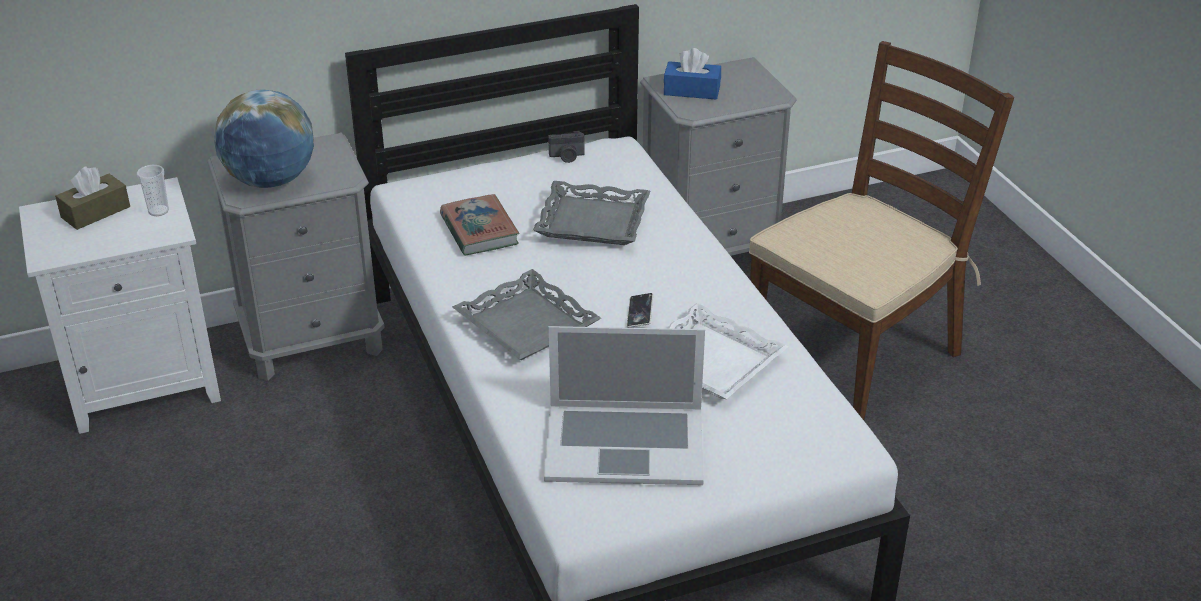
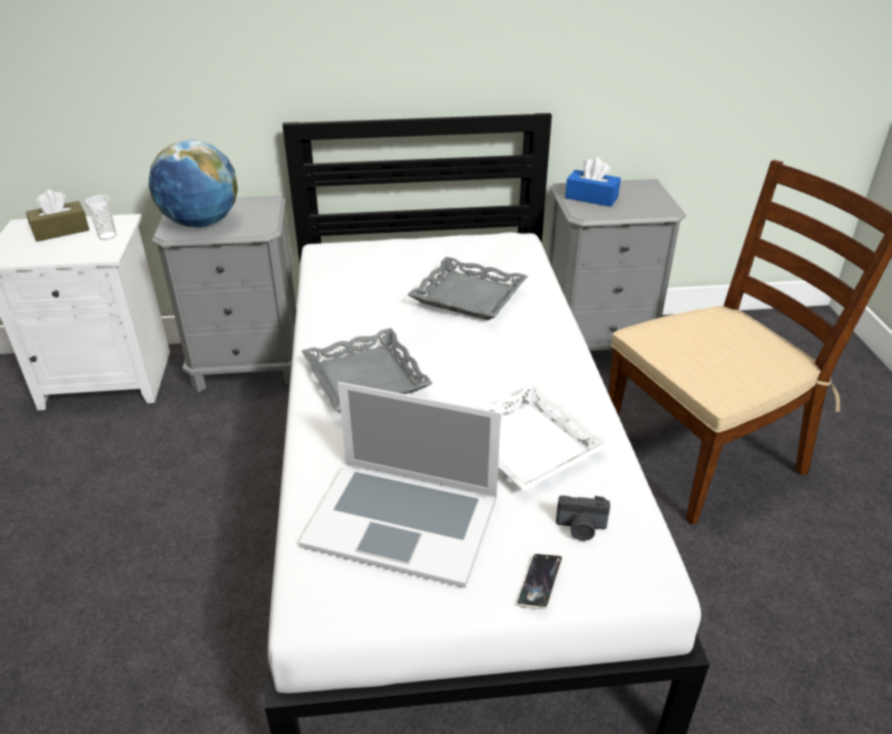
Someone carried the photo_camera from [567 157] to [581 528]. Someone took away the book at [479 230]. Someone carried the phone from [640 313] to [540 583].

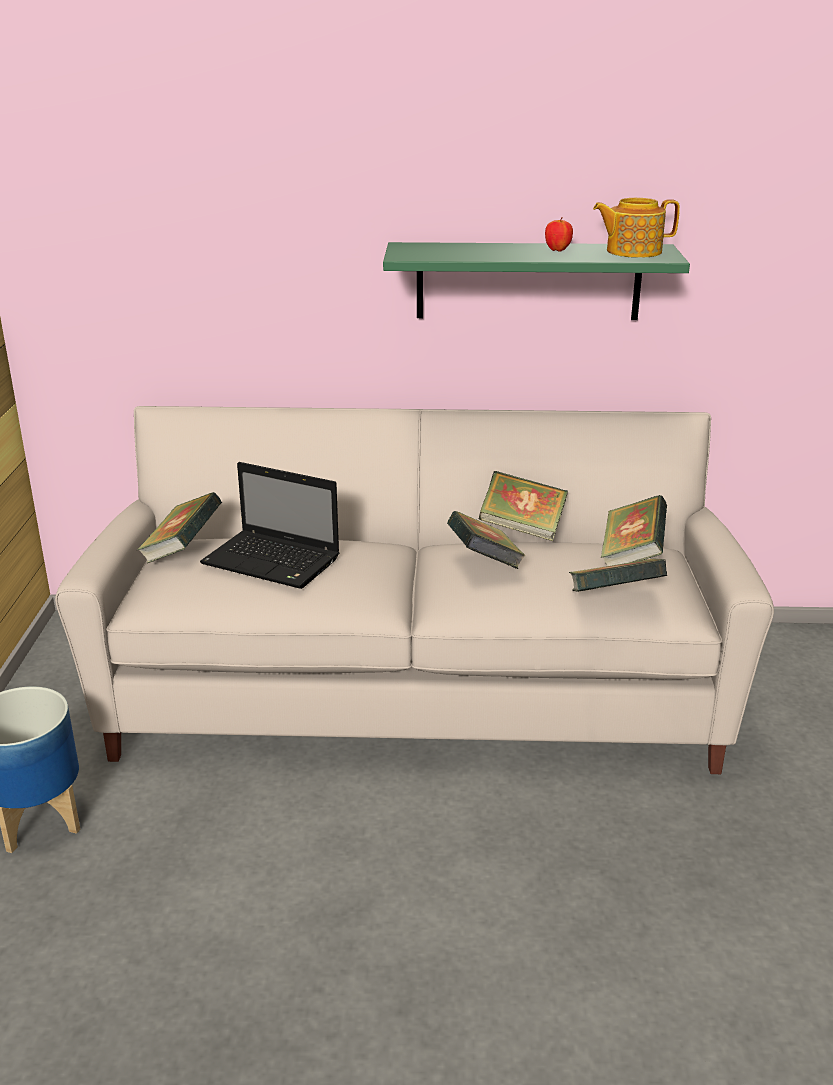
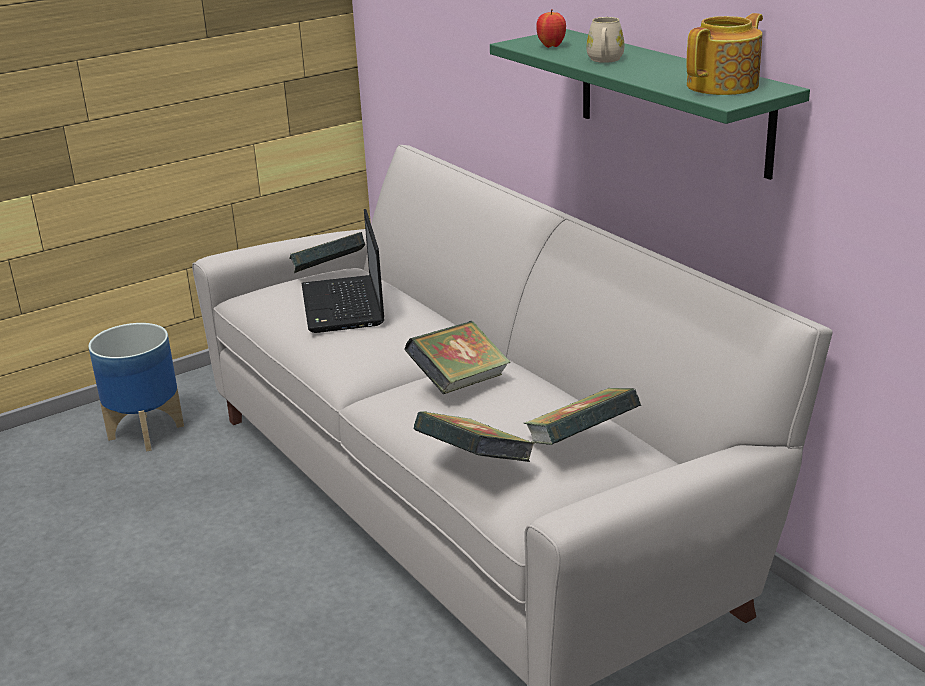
Someone rotated the teapot at [632 251] by 90 degrees clockwise. Someone carried the apple from [557 250] to [551 46]. Someone took away the book at [522 528]. Someone put down the beige_mug at [604 60].

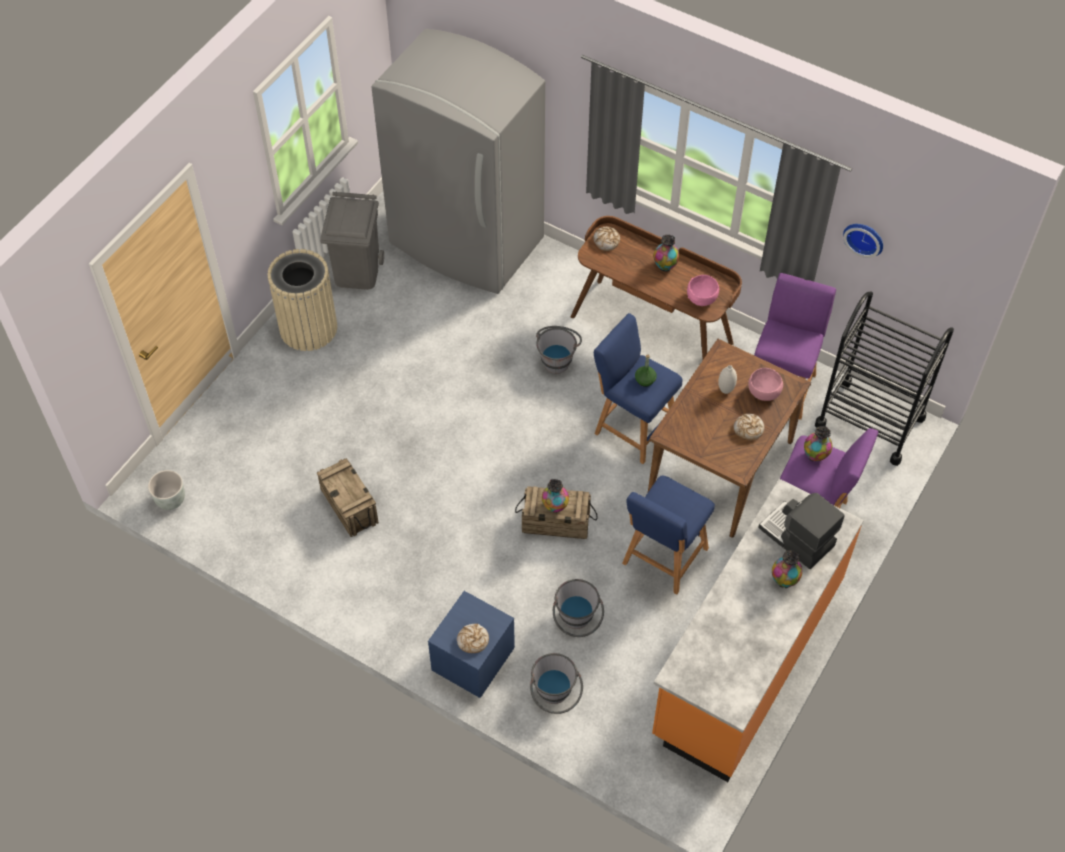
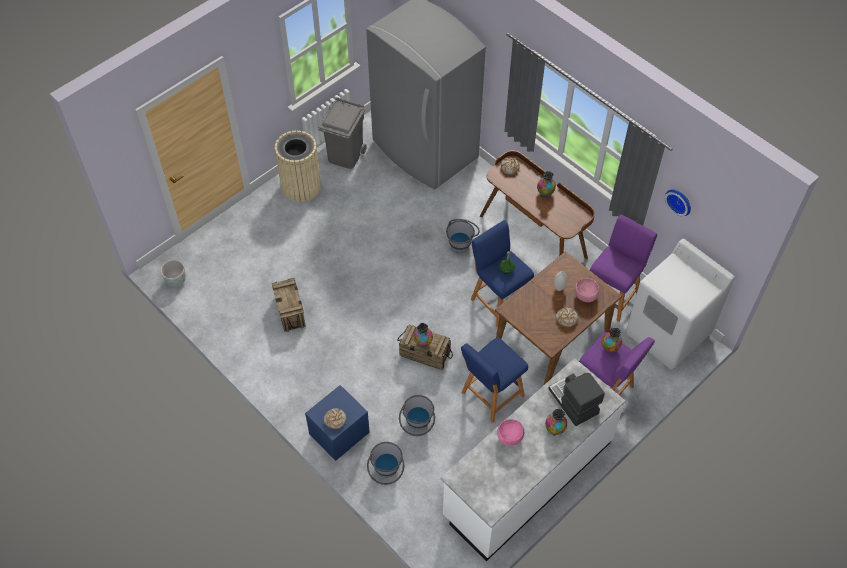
Someone carried the pink_bowl from [702 298] to [510 437]. Someone swapped the black_cart at [870 421] for the white_washing_machine at [668 334]. Someone repainted the orange_counter at [746 658], which became the white_counter at [527 478].

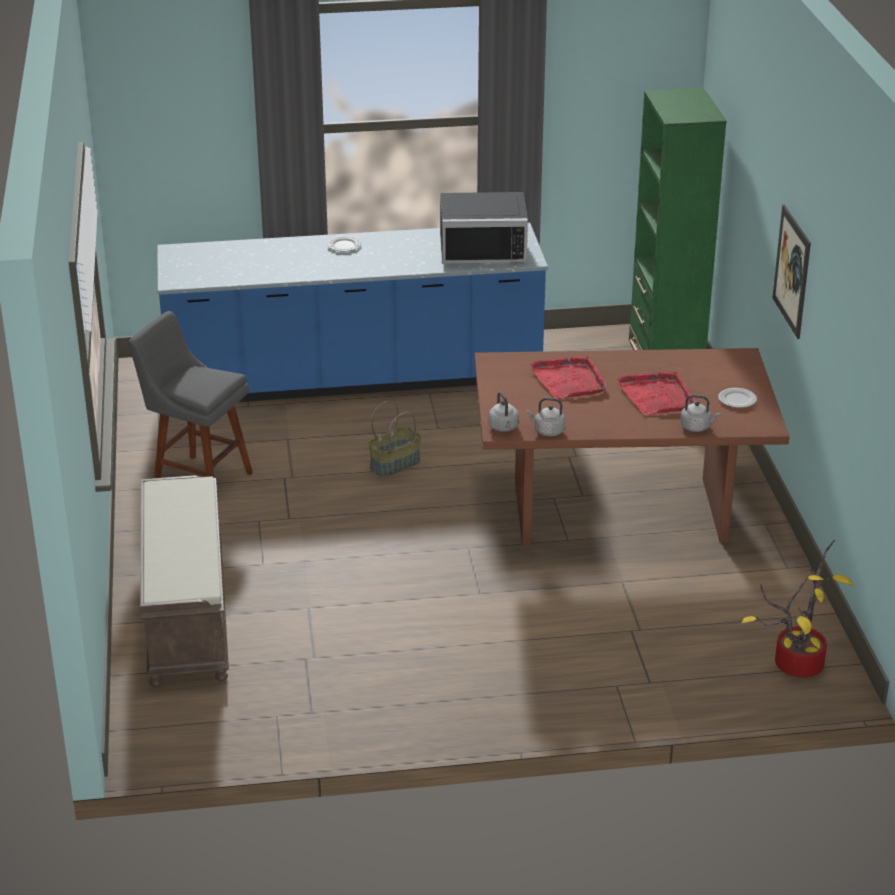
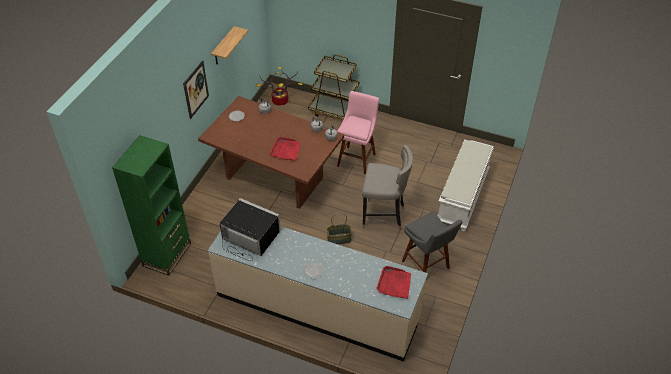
Someone repainted the blue_counter at [354 379], which became the beige_counter at [317 307]. Someone carried the red_tray from [657 396] to [394 284]. Someone repainted the brown_bench at [185 614], which became the white_bench at [463 197]. Someone put up the shelf at [223 47]. Someone put down the brown_cart at [335 111]. Someone put down the pink_stool at [357 158]. Someone put down the grey_stool at [383 217].

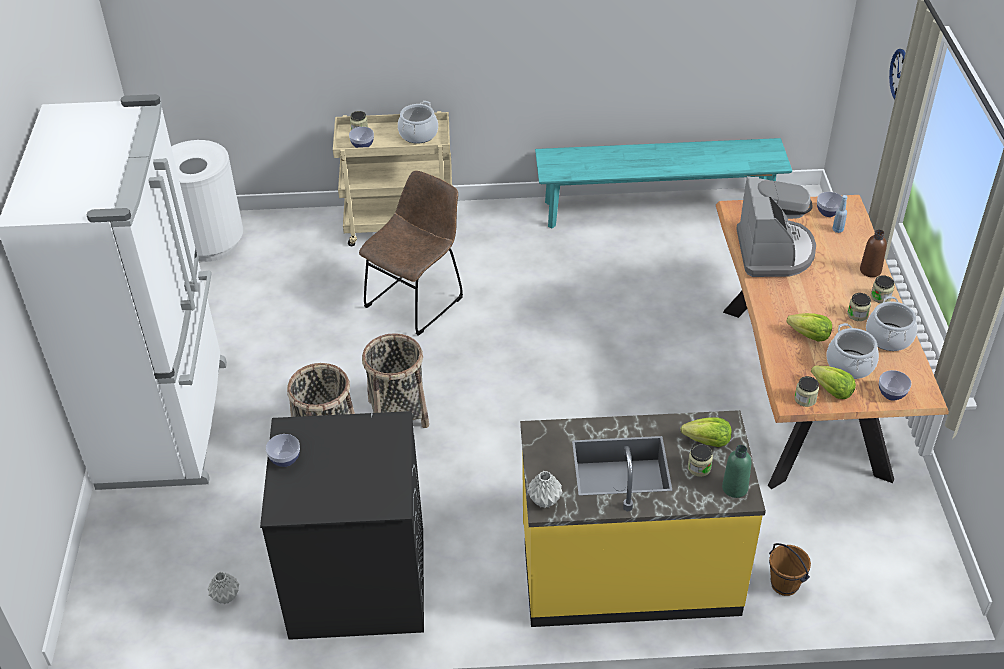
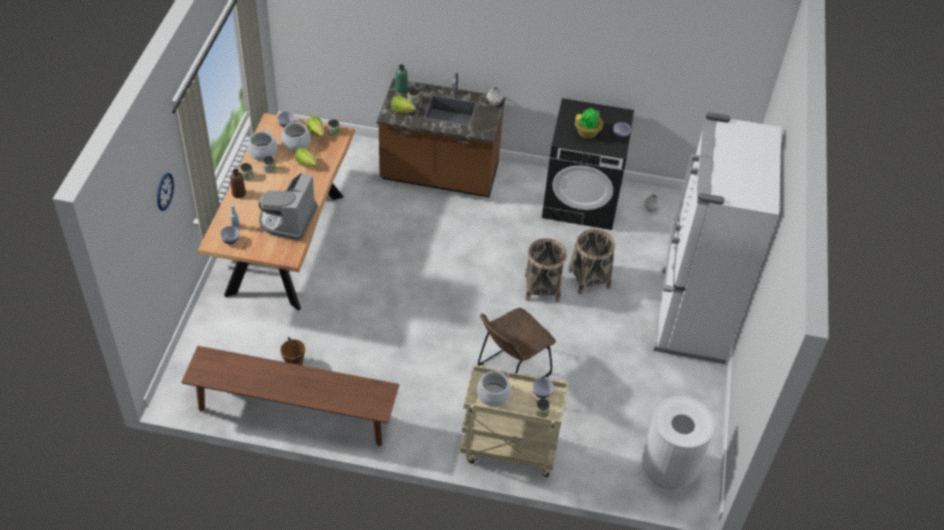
Someone repainted the turquoise_bench at [657 209], which became the brown_bench at [294 413]. Someone repainted the yellow_counter at [629 571], which became the brown_counter at [439 175]. Someone carried the brown_bucket from [785 584] to [294 363]. Someone put down the potted_plant at [586 133].

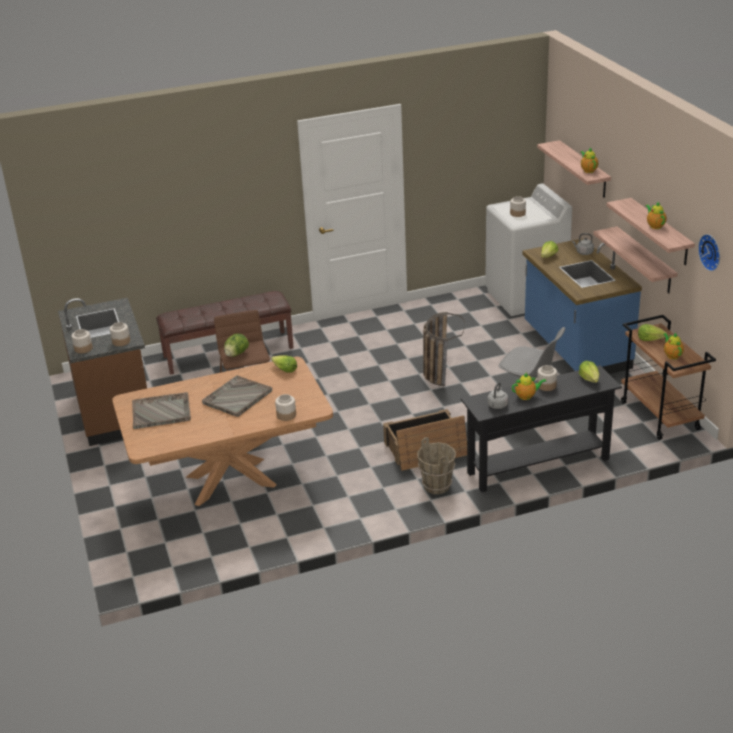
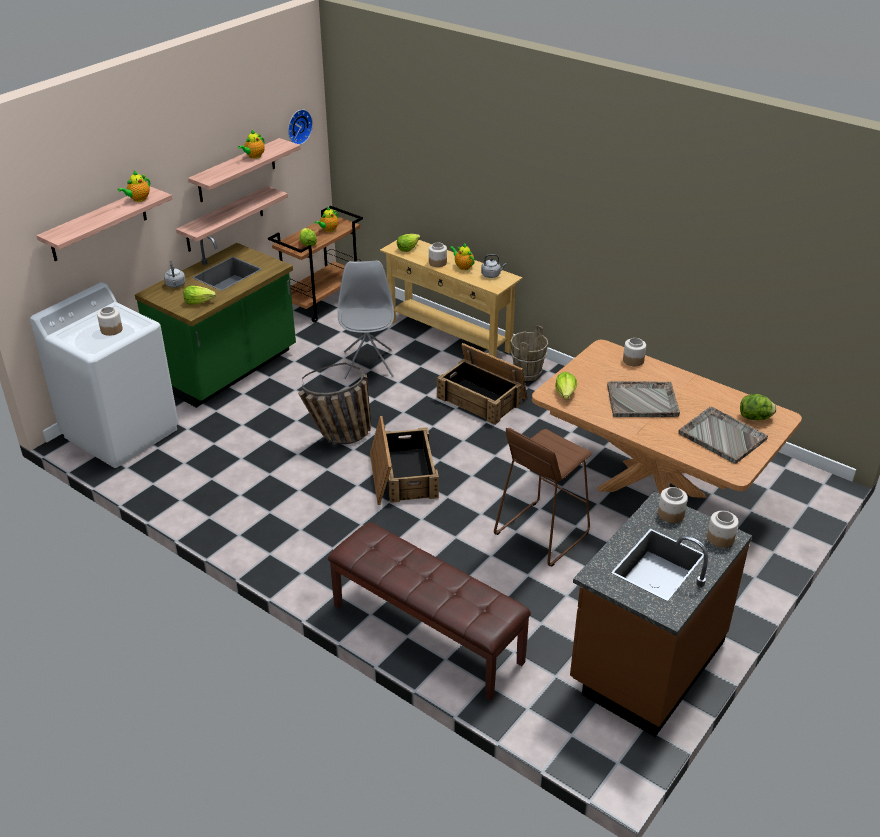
Someone repainted the blue_counter at [575 348], which became the green_counter at [228 369]. Someone carried the lettuce from [236 354] to [755 418]. Someone repainted the black_console_table at [538 466], which became the beige_console_table at [449 336]. Someone put down the crate at [402 475].

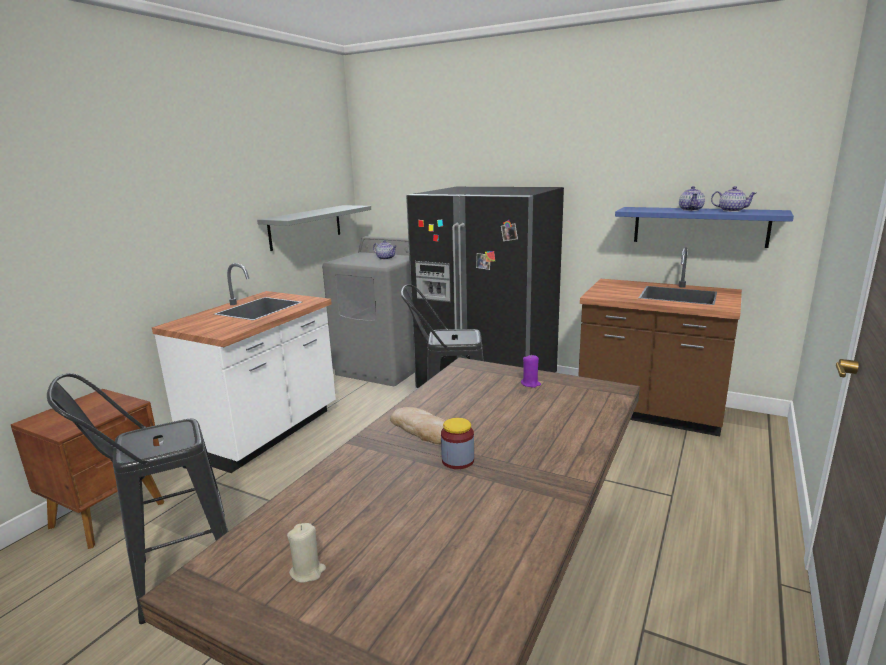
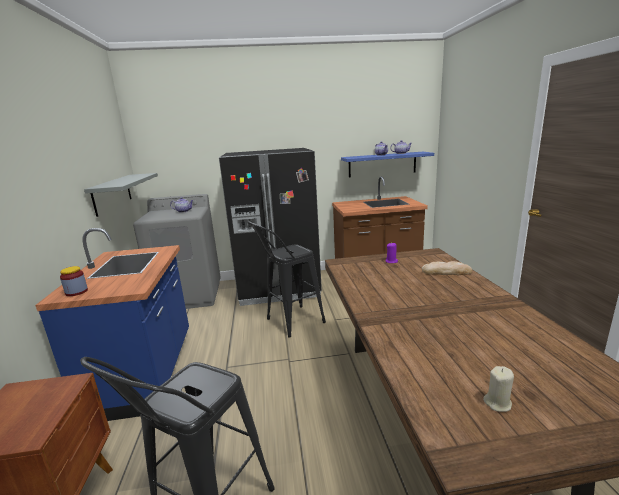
Someone repainted the white_counter at [265 434], which became the blue_counter at [146 373]. Someone carried the bread from [421 429] to [446 271]. Someone carried the jar from [458 460] to [76 292].

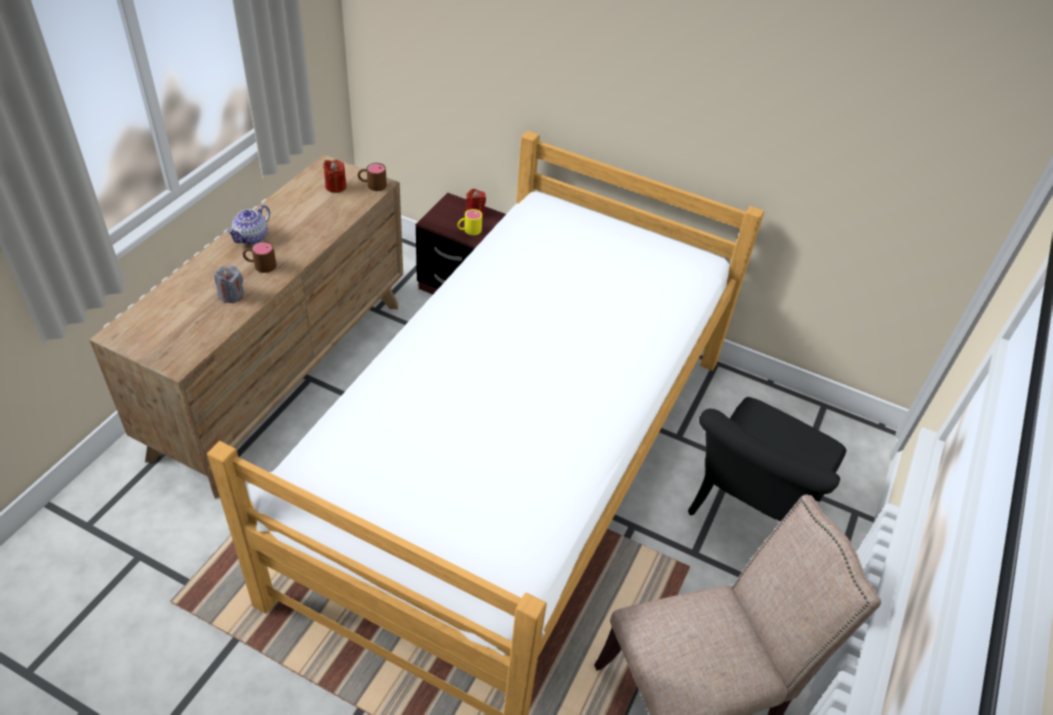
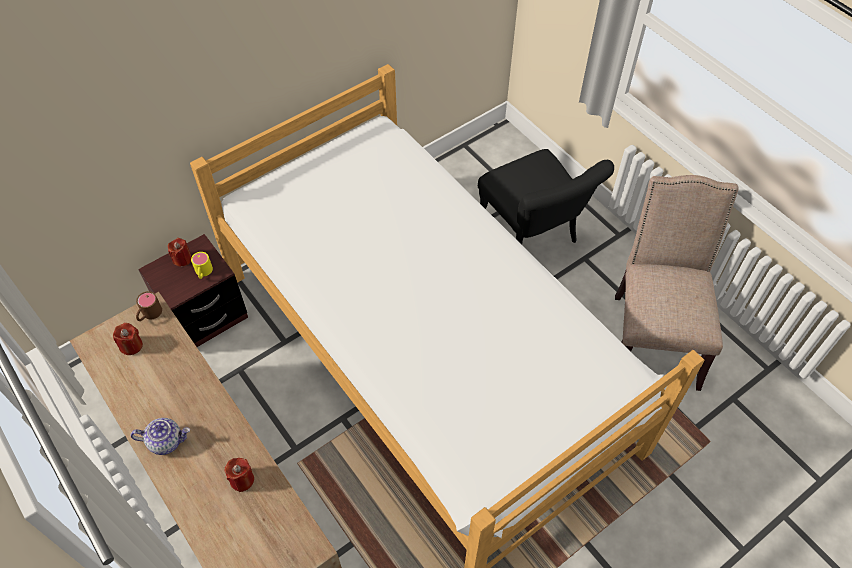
Someone rotated the teapot at [251 238] by 60 degrees counterclockwise. Someone took away the brown_mug at [260 265]. Someone repainted the grey_candle at [231 295], which became the red_candle at [242 479].

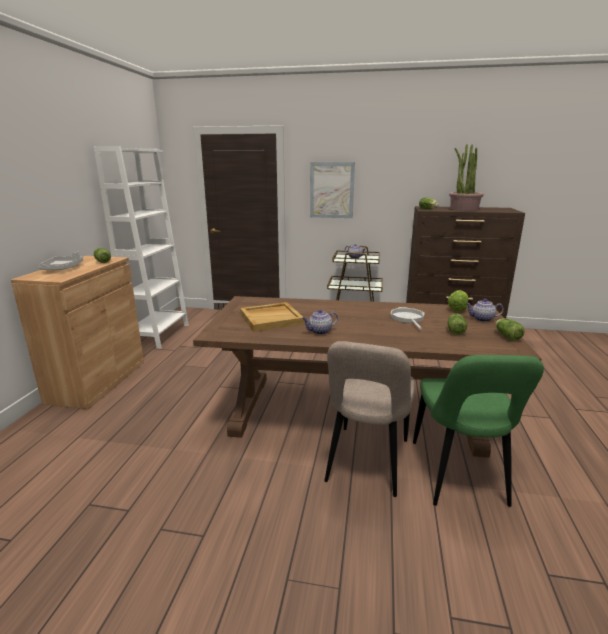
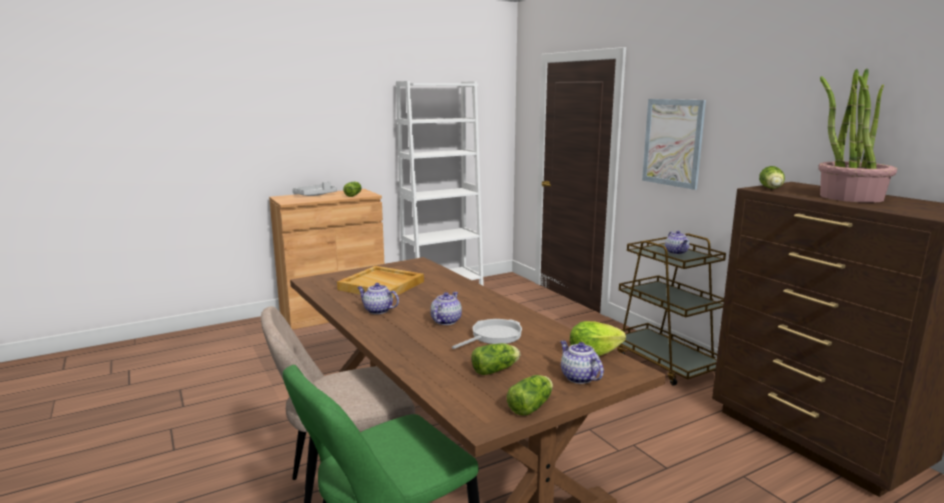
Someone put down the teapot at [445 321].

